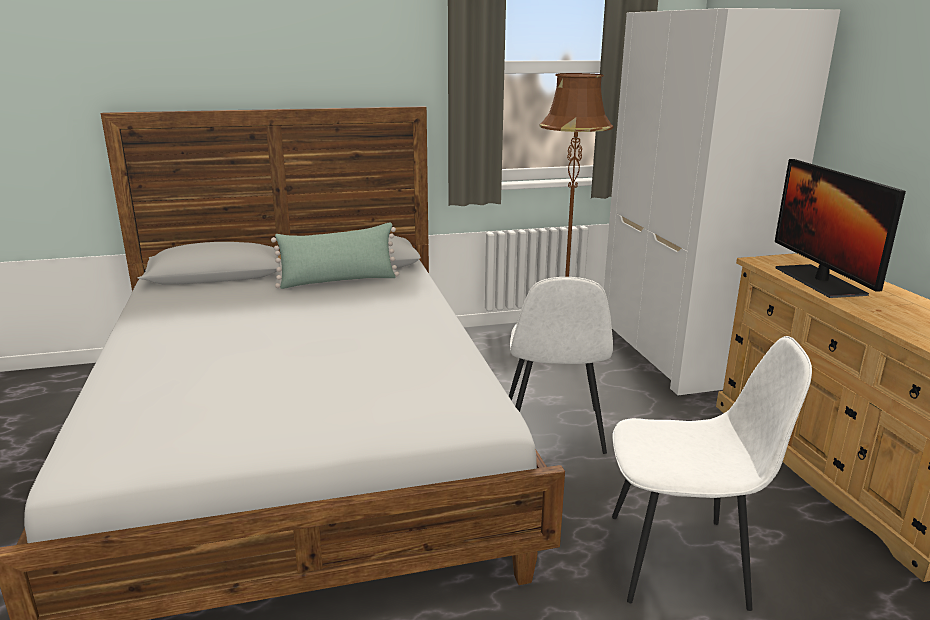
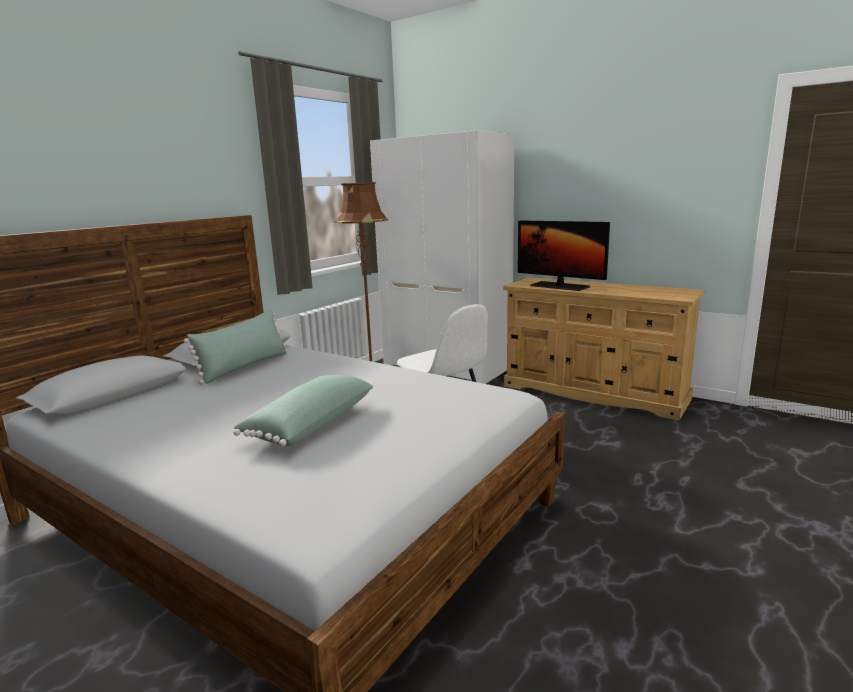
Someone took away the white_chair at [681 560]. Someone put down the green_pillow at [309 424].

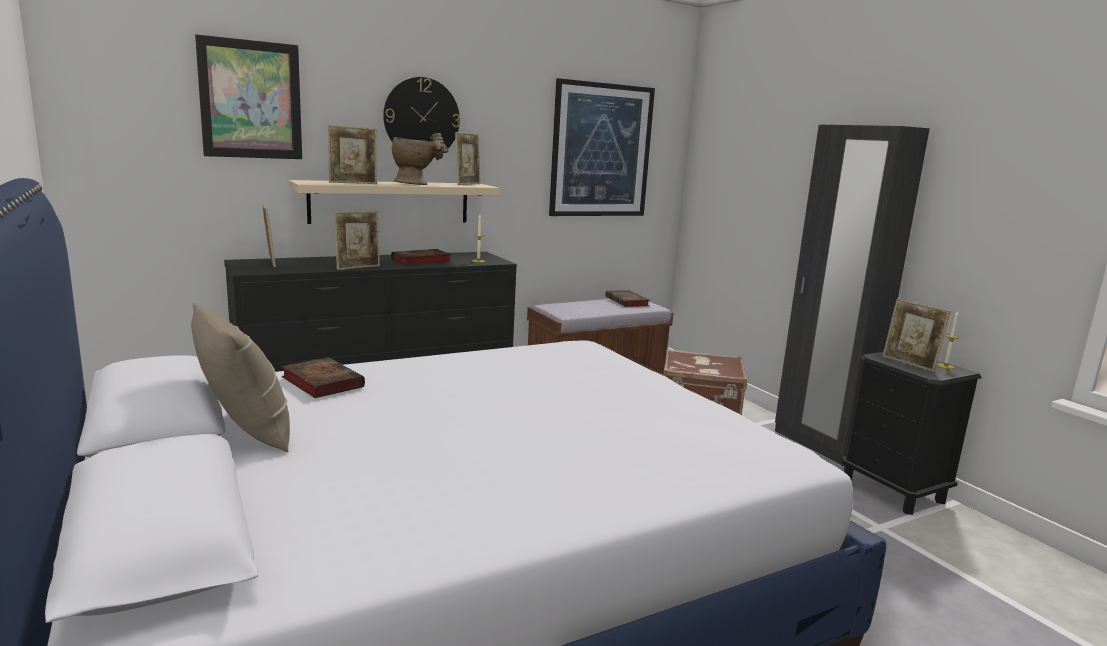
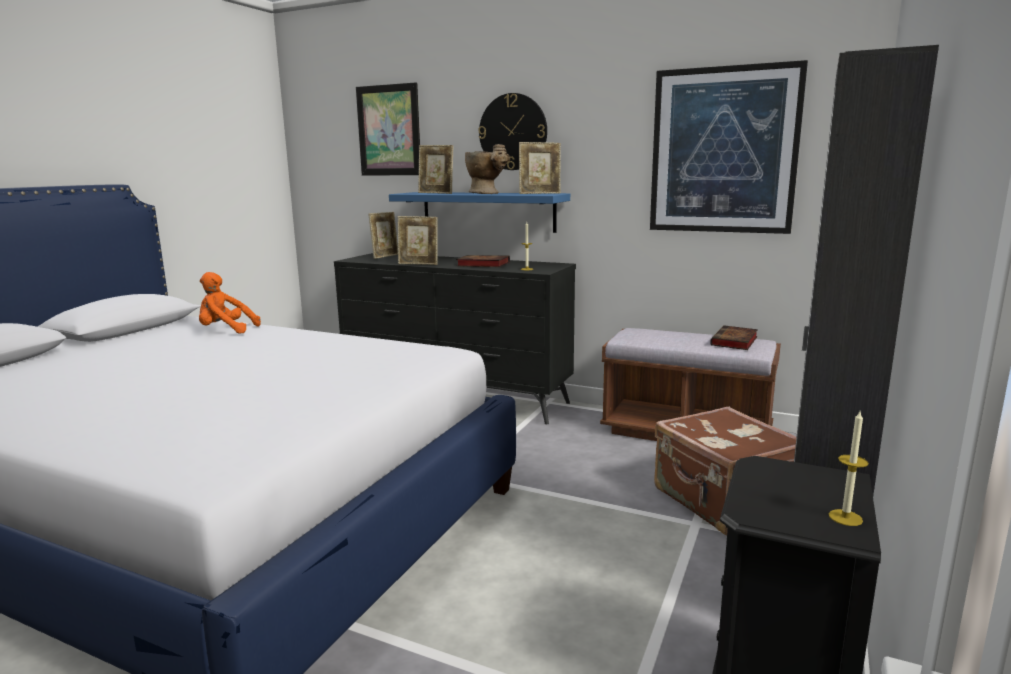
Someone repainted the beige_shelf at [390 202], which became the blue_shelf at [487 211]. Someone took away the picture_frame at [909 364]. Someone took away the beige_pillow at [246 432]. Someone swapped the book at [320 382] for the orange_plush_toy at [225 330].

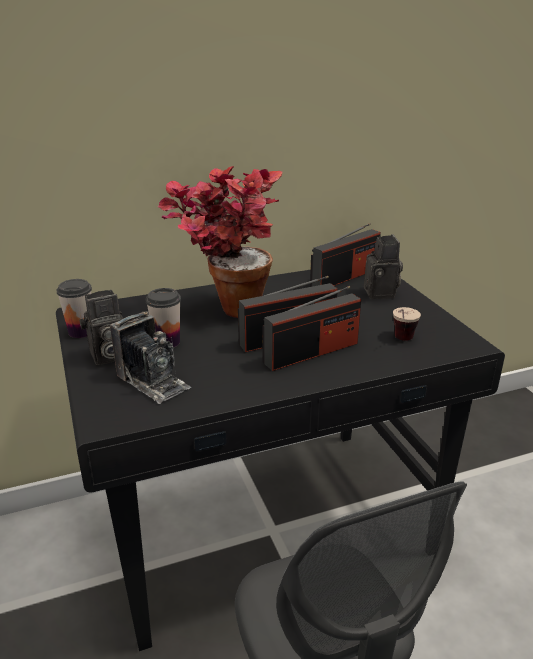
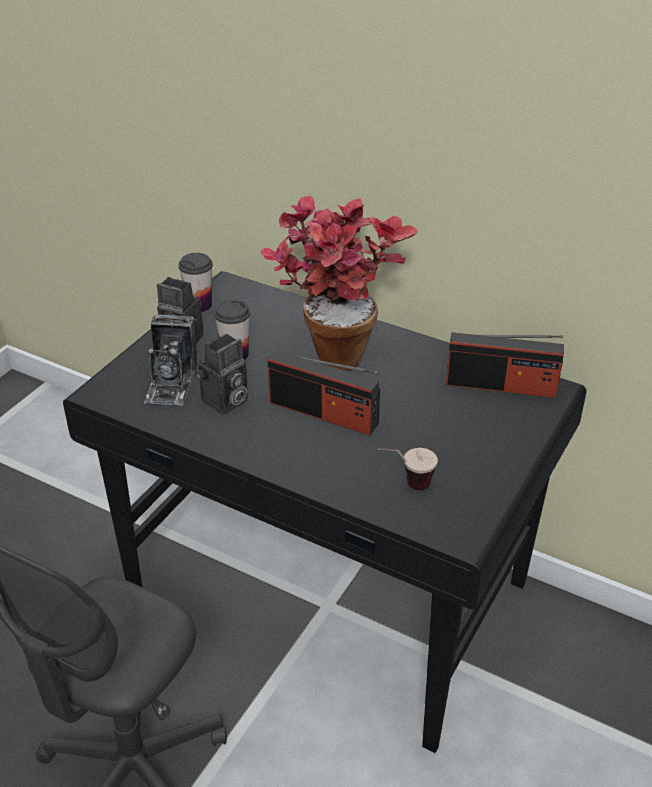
Someone carried the photo_camera from [382 294] to [225 402]. Someone took away the radio at [311 352].

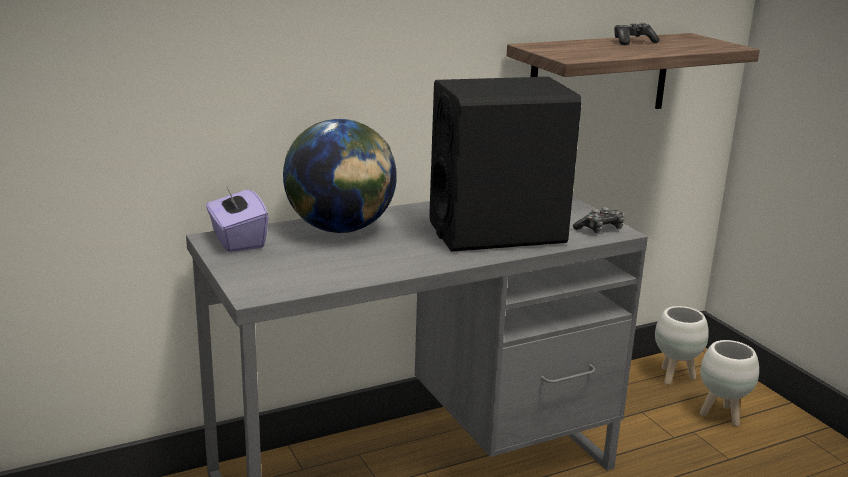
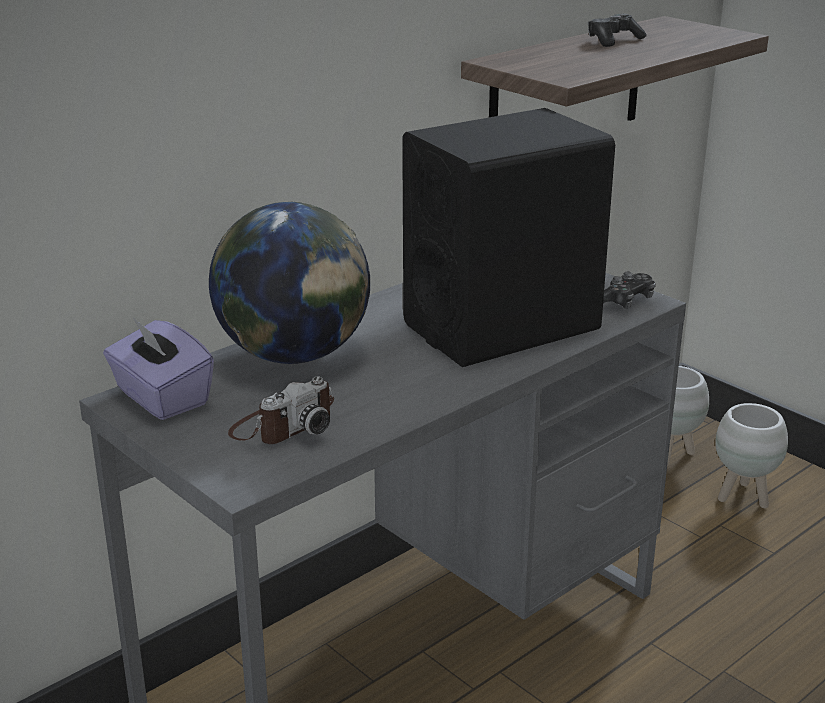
Someone put down the photo_camera at [283 426].

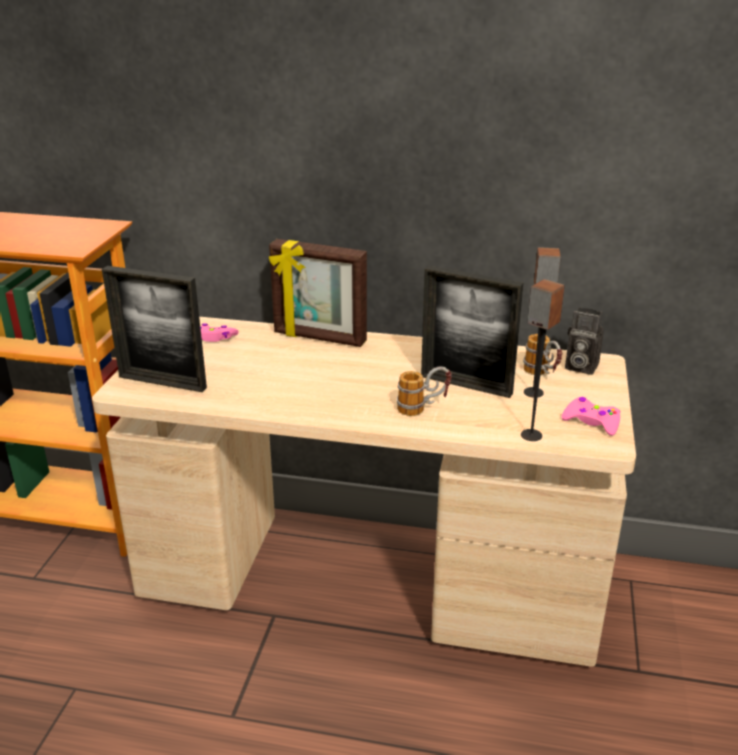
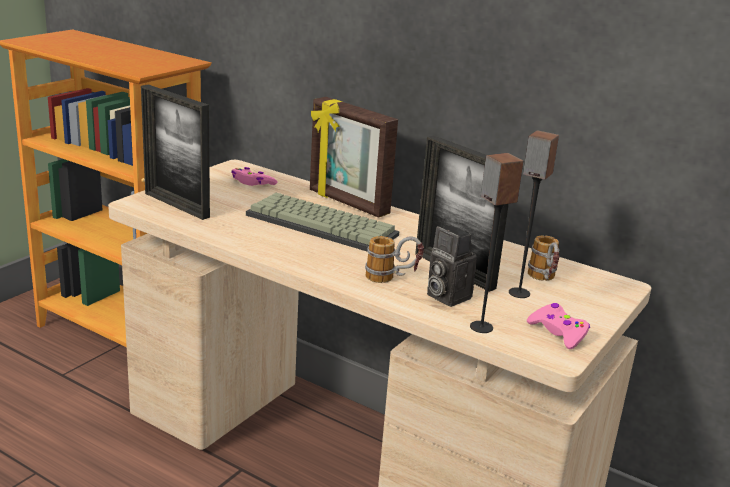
Someone carried the photo_camera from [579 366] to [445 296]. Someone put down the keyboard at [324 225].

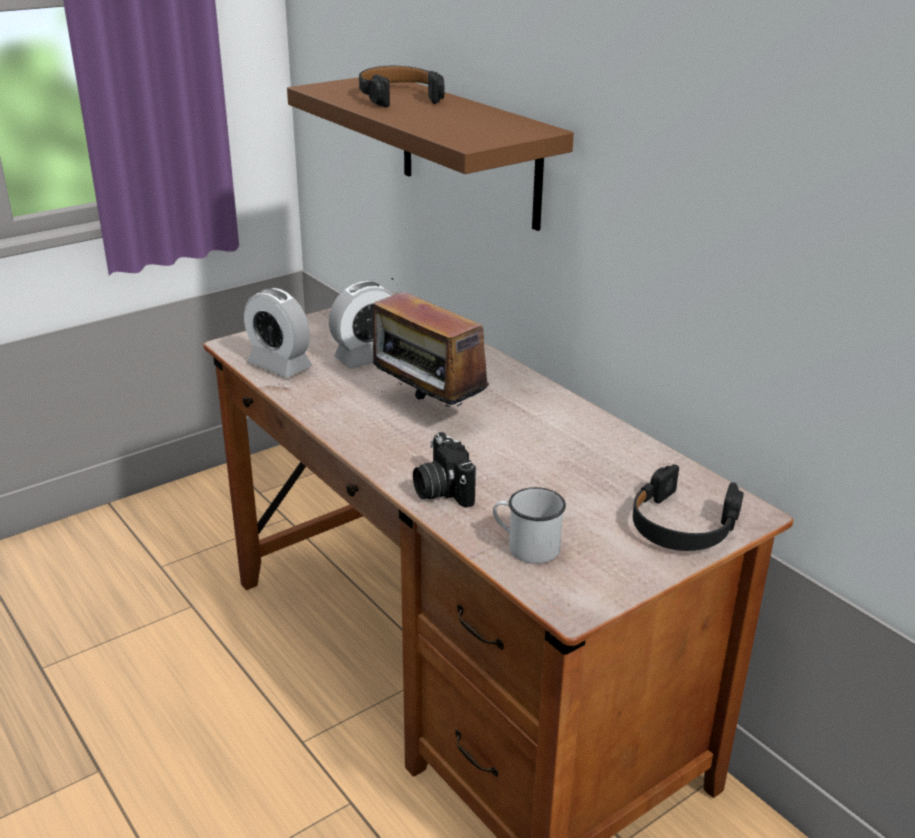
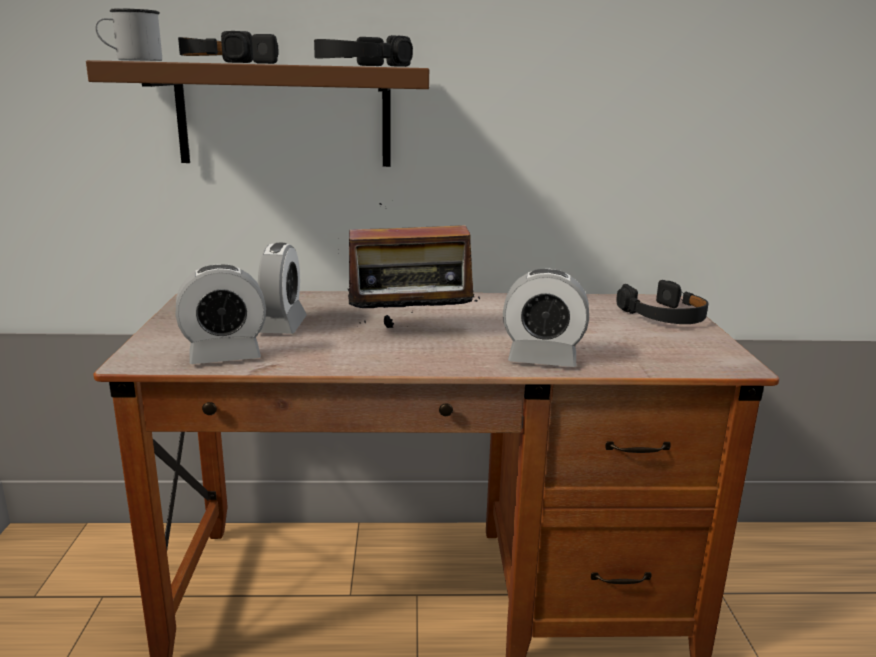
Someone swapped the photo_camera at [441 490] for the alarm_clock at [542 359]. Someone carried the white_mug from [526 546] to [132 60]. Someone put down the black_headphones at [359 65].

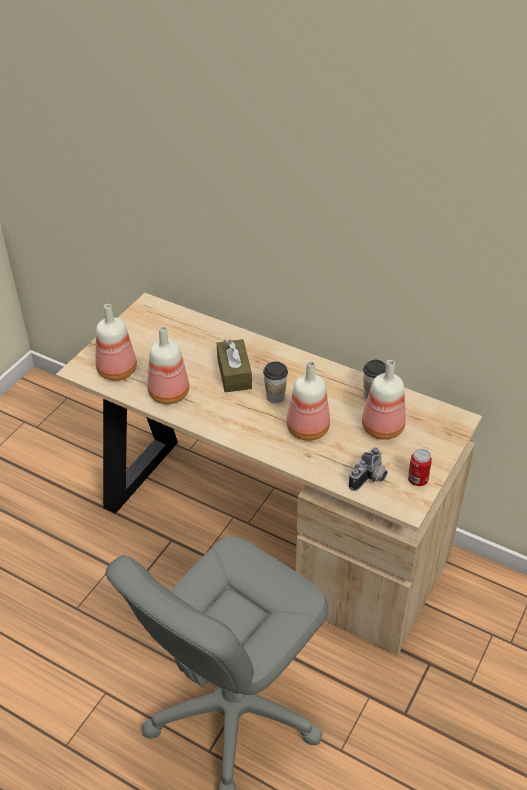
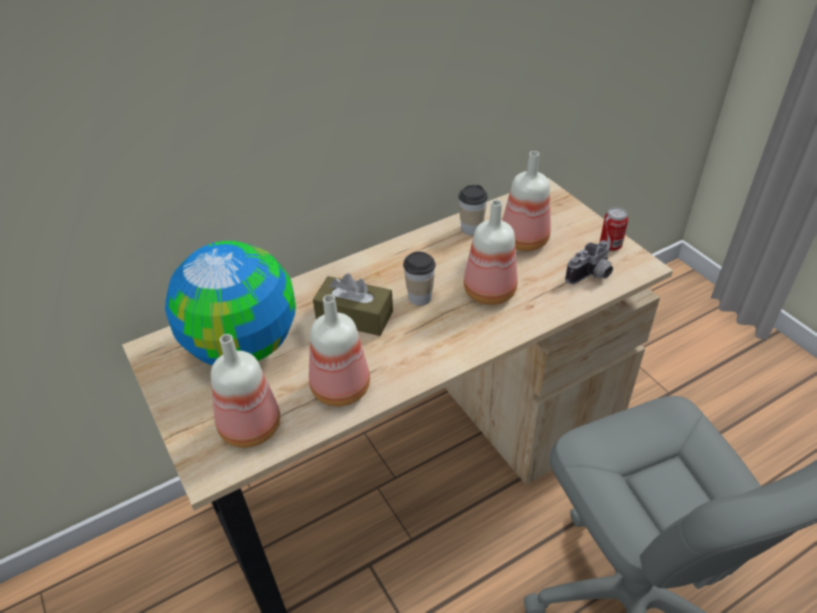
Someone rotated the photo_camera at [370 479] by 75 degrees clockwise. Someone put down the globe at [242 345].

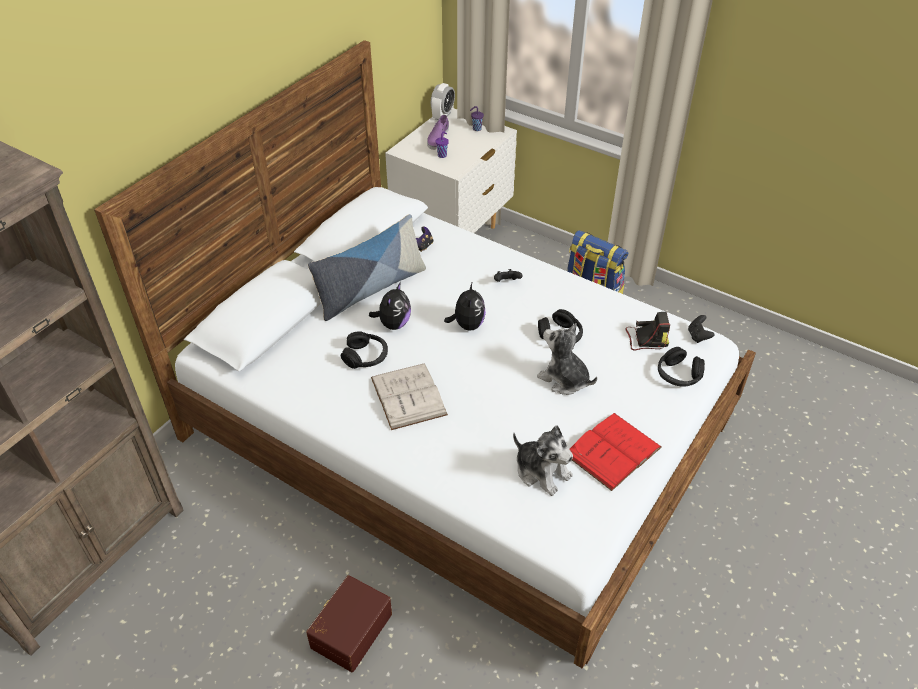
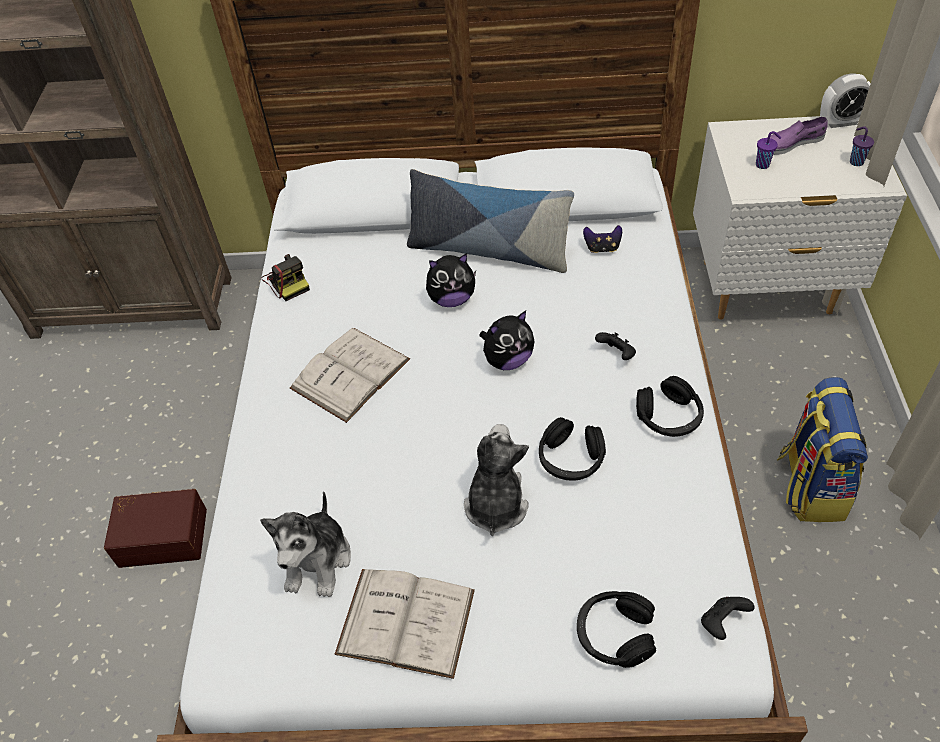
Someone carried the photo_camera from [645 339] to [287 281]. Someone carried the black_headphones from [366 357] to [669 416]. Someone repainted the red_book at [613 451], which became the white_book at [406 621].

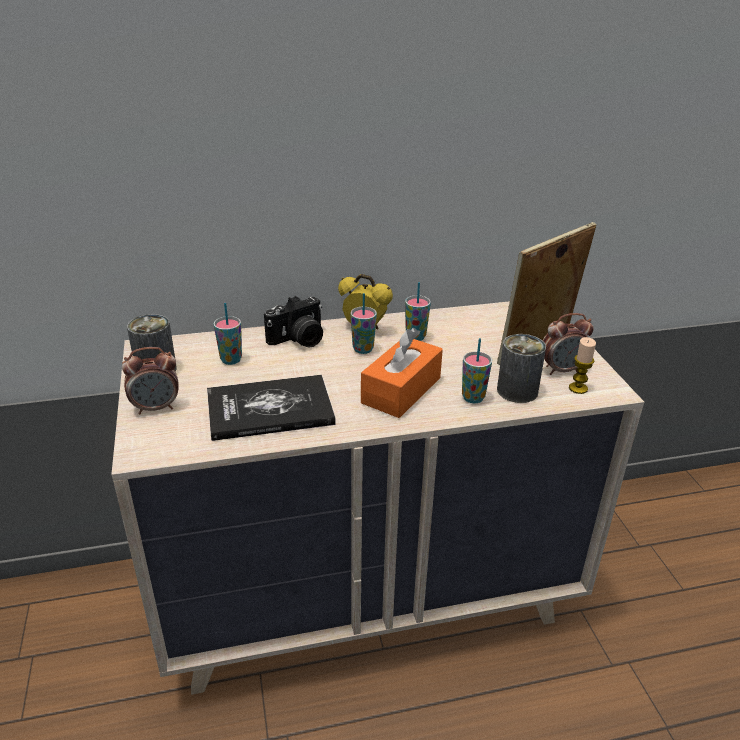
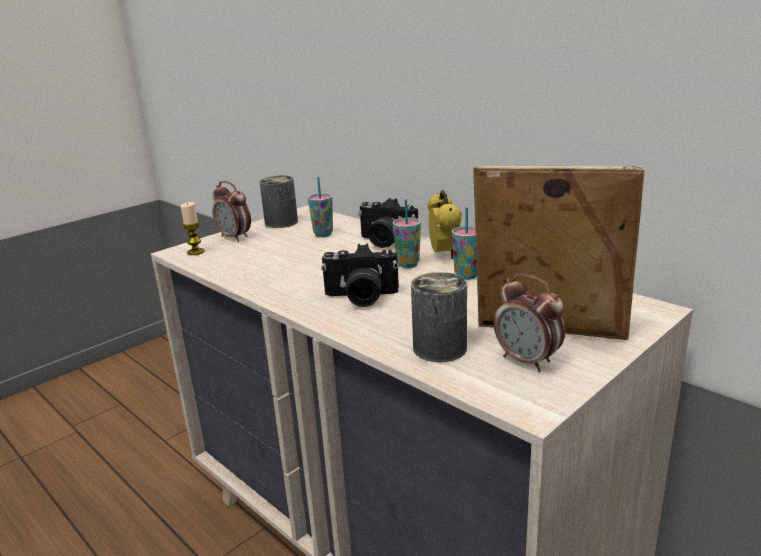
Someone swapped the orange_tissue_box at [401 390] for the photo_camera at [361 297]. Someone carried the candle from [578 388] to [196 252]. Someone took away the cup at [473 398]. Someone took away the book at [270 409].

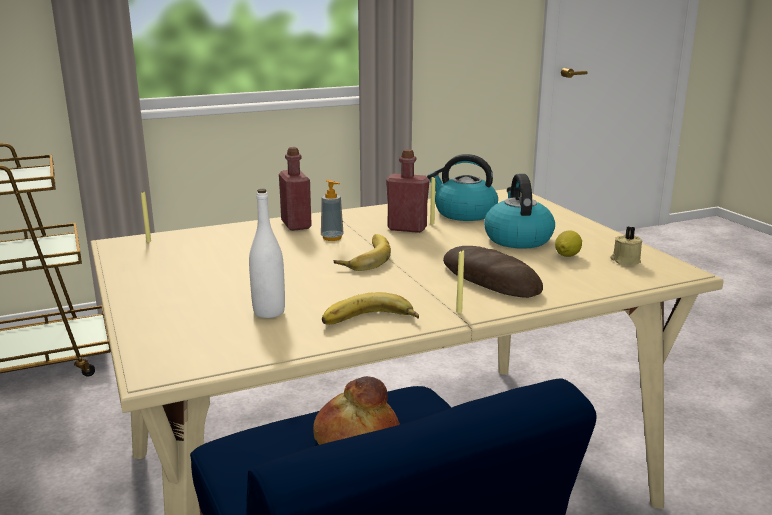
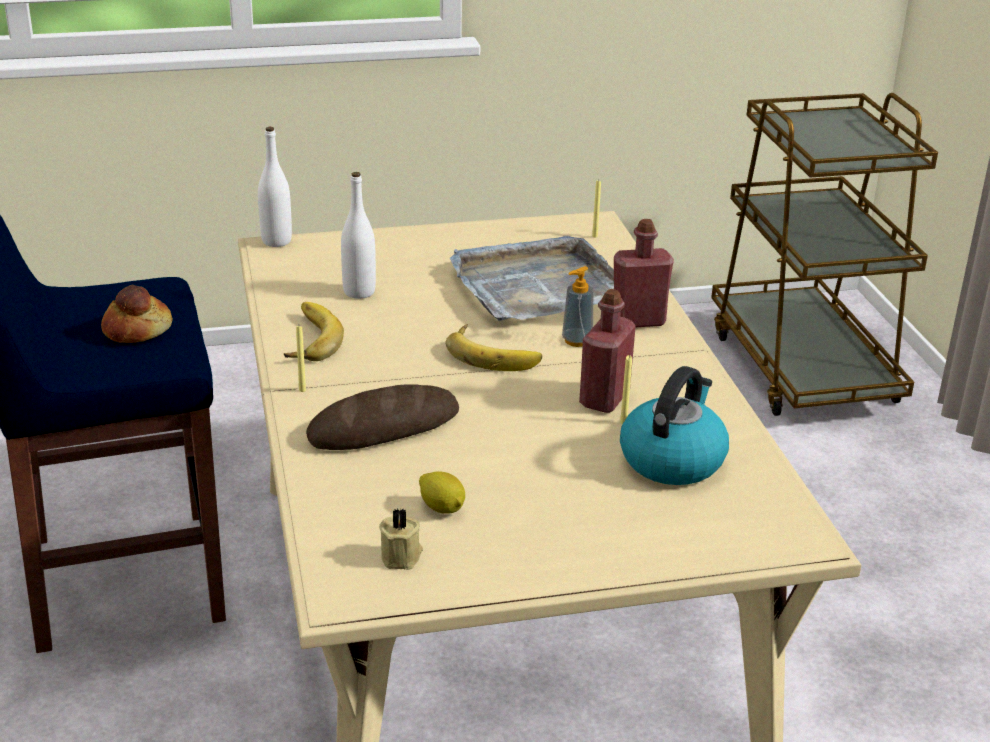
Someone took away the kettle at [517 238]. Someone put down the white_bottle at [276 241]. Someone put down the grey_tray at [535 286].

